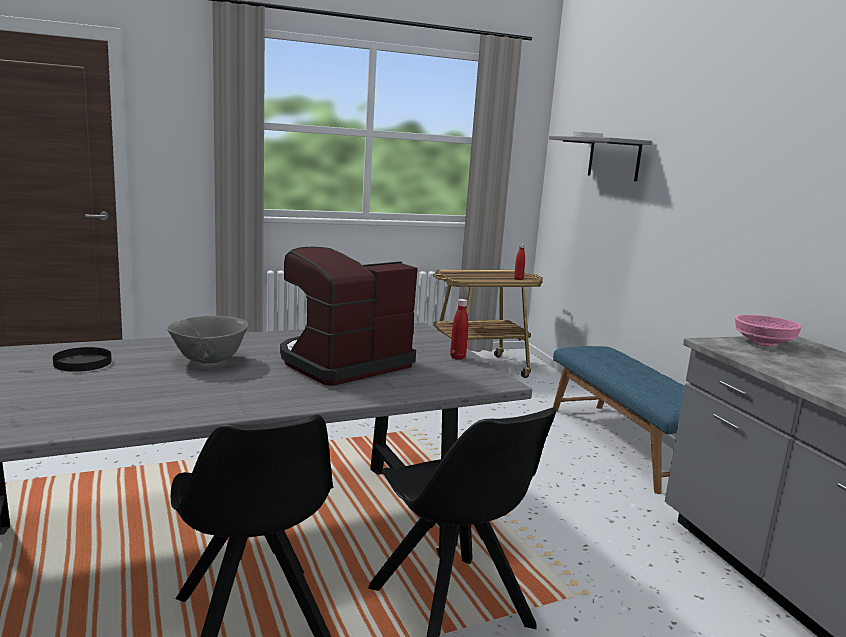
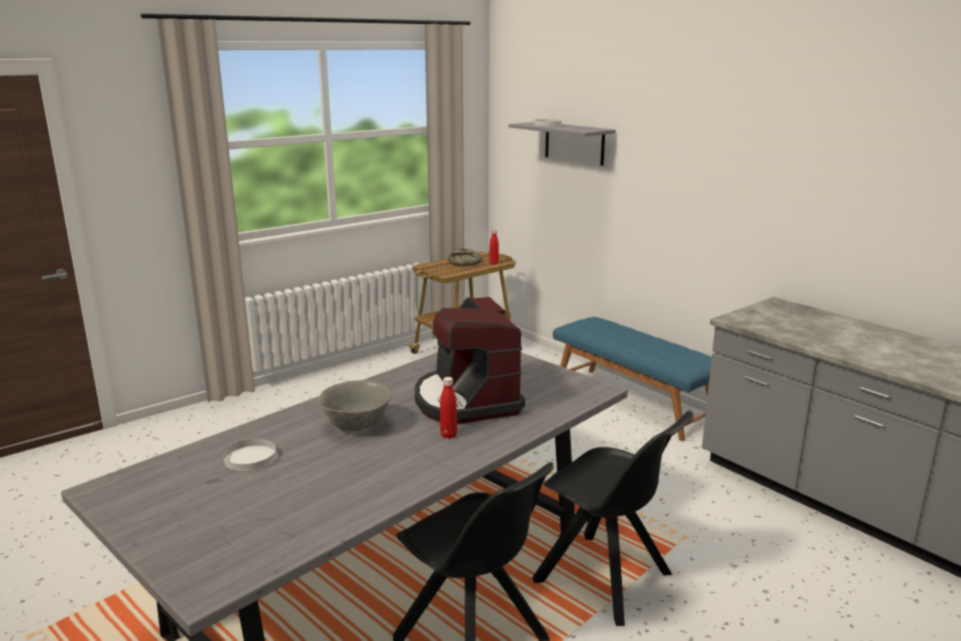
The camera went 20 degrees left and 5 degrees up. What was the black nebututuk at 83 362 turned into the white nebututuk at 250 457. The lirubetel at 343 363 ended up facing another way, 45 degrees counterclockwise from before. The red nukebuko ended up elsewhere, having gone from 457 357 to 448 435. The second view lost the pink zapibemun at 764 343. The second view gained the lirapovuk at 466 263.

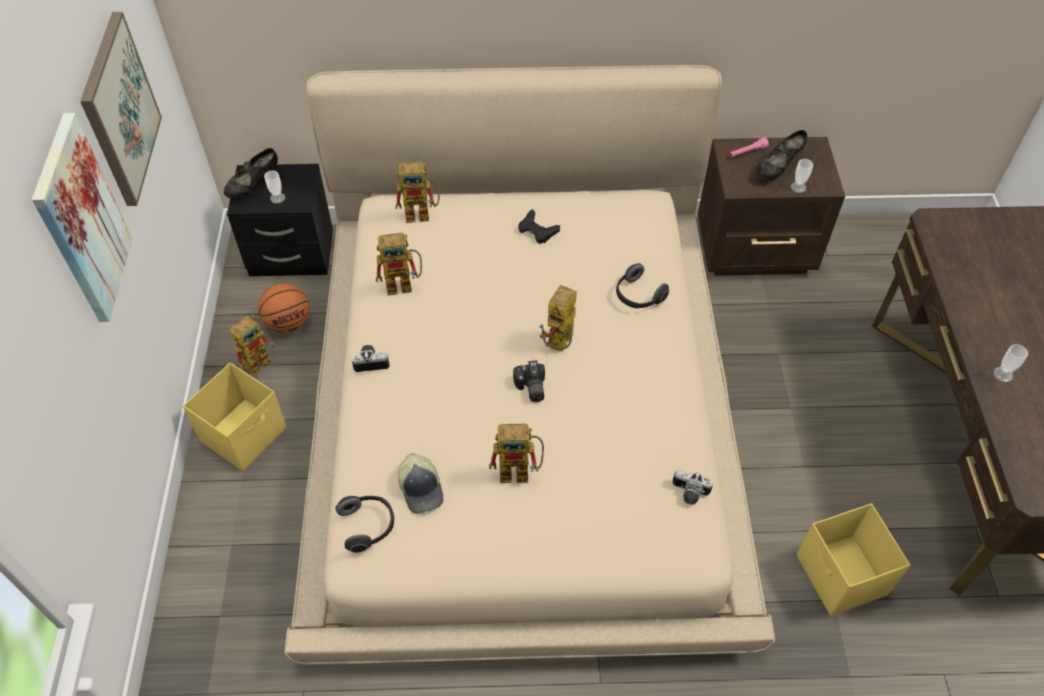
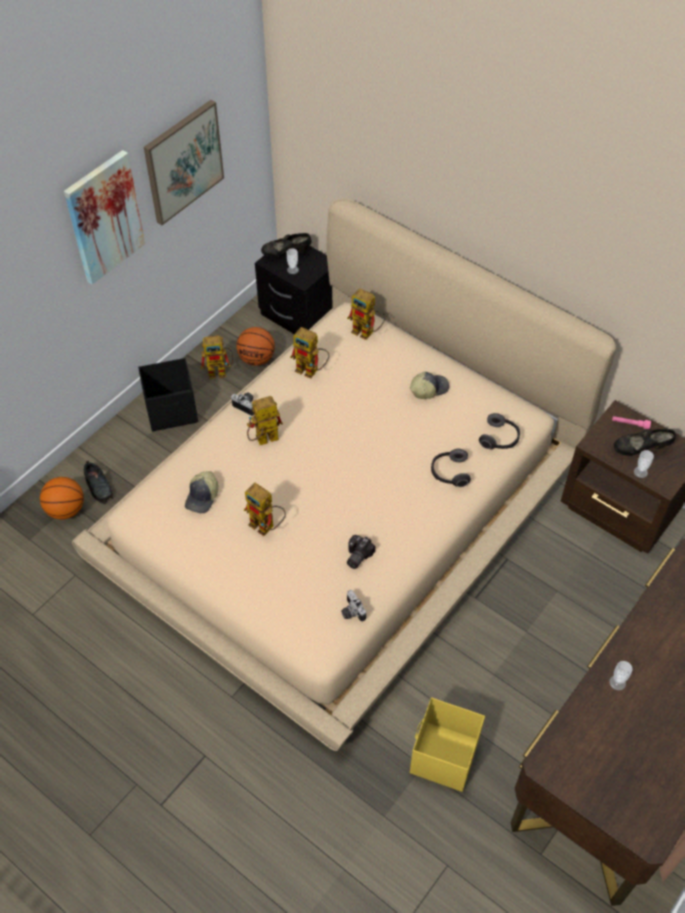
The camera went 40 degrees right and 0 degrees up. What was the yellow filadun at 245 434 turned into the black filadun at 172 411. The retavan ended up elsewhere, having gone from 368 526 to 500 439. The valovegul ended up elsewhere, having gone from 530 388 to 356 556. Where the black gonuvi stood at 537 230, the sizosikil came to stand at 428 388. The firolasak ended up elsewhere, having gone from 559 346 to 263 441. The second view gained the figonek at 66 509. The second view gained the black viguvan at 98 485.

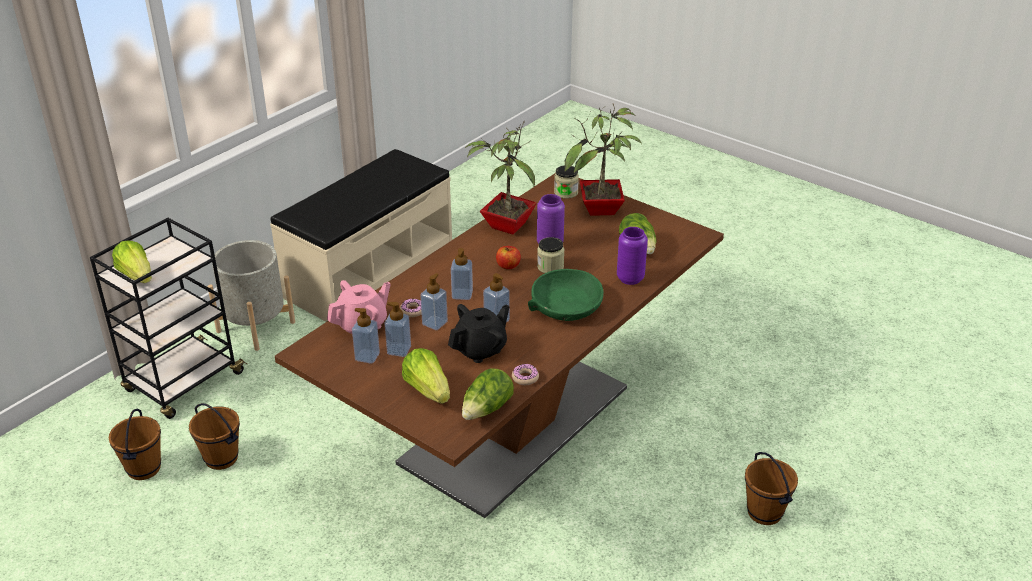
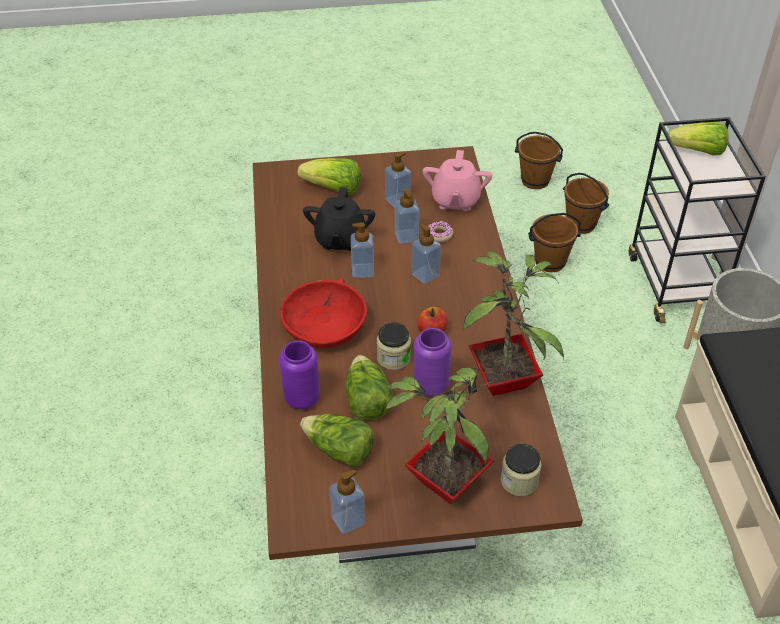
The camera went 135 degrees right and 10 degrees up. The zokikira ended up elsewhere, having gone from 367 356 to 348 520. The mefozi ended up elsewhere, having gone from 487 409 to 366 400. The second view lost the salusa at 525 378. What was the green zapibemun at 566 306 turned into the red zapibemun at 324 324. The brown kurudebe ended up elsewhere, having gone from 765 512 to 535 181.

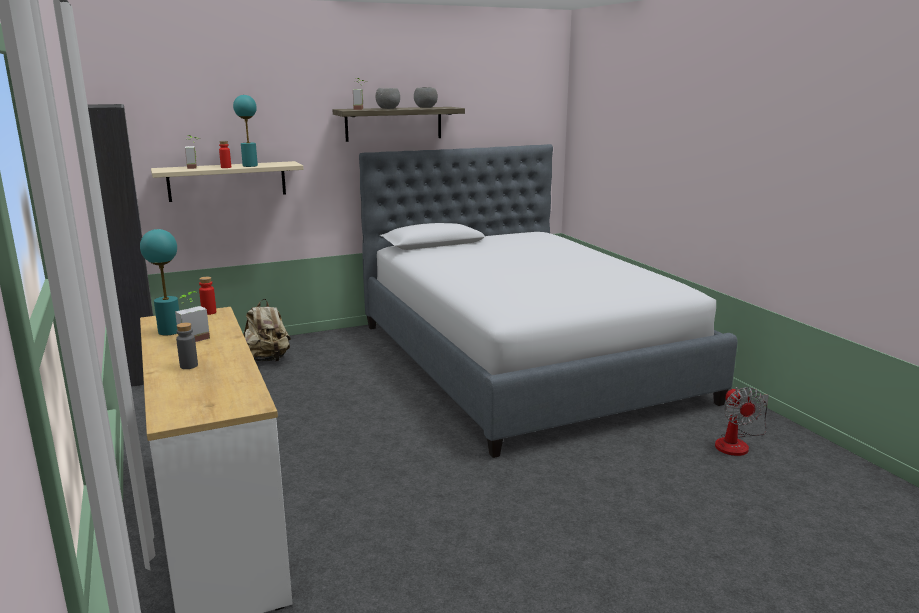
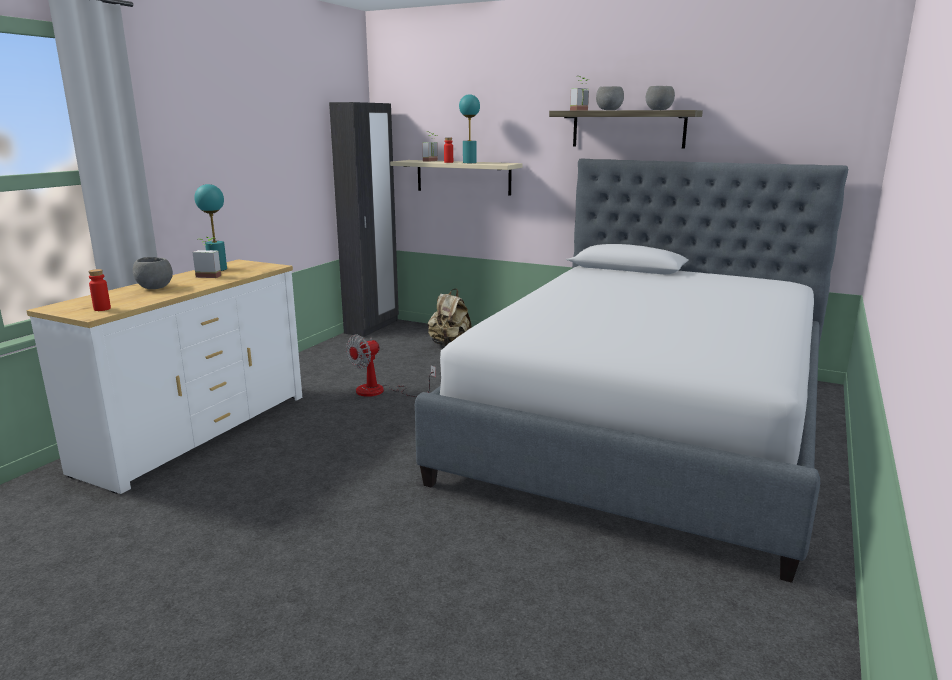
The camera went 50 degrees right and 0 degrees up. Where the grey nukebuko stood at 189 366, the grey zapibemun came to stand at 154 287. The red nukebuko ended up elsewhere, having gone from 209 312 to 102 309. The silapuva ended up elsewhere, having gone from 737 443 to 380 391.

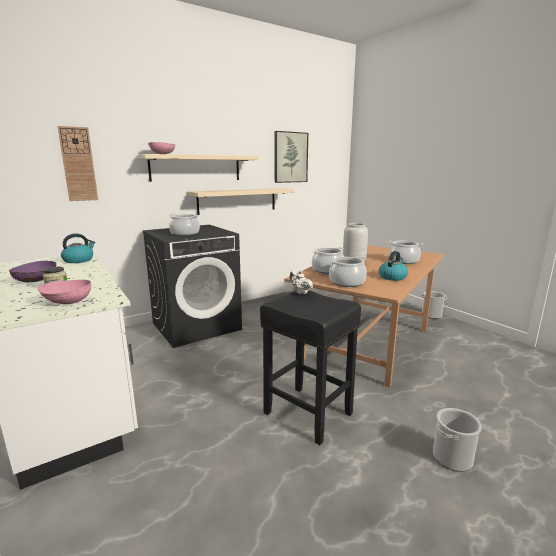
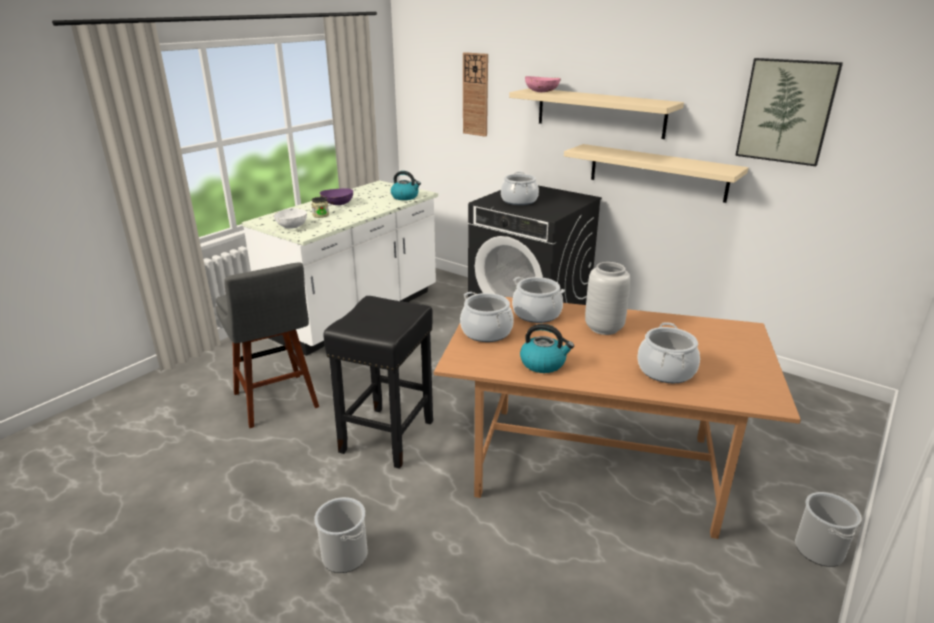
The camera went 70 degrees right and 10 degrees up. What was the pink zapibemun at 67 303 turned into the white zapibemun at 291 227. The second view lost the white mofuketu at 299 293. The second view gained the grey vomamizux at 277 402.

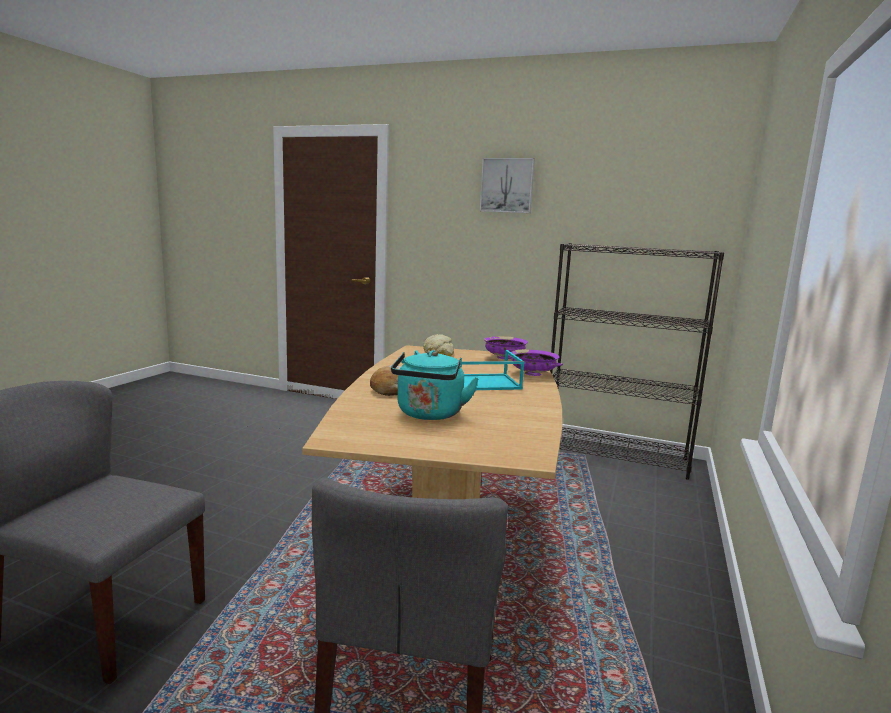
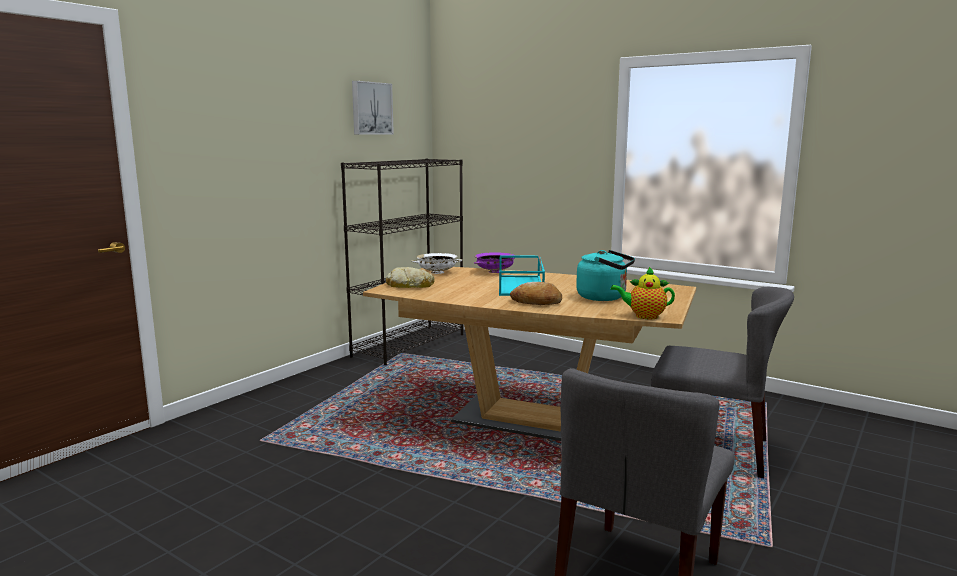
The camera went 75 degrees left and 0 degrees up. The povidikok ended up elsewhere, having gone from 507 185 to 371 108. What was the purple zapibemun at 504 357 turned into the white zapibemun at 436 272. The second view gained the mofuketu at 644 316.

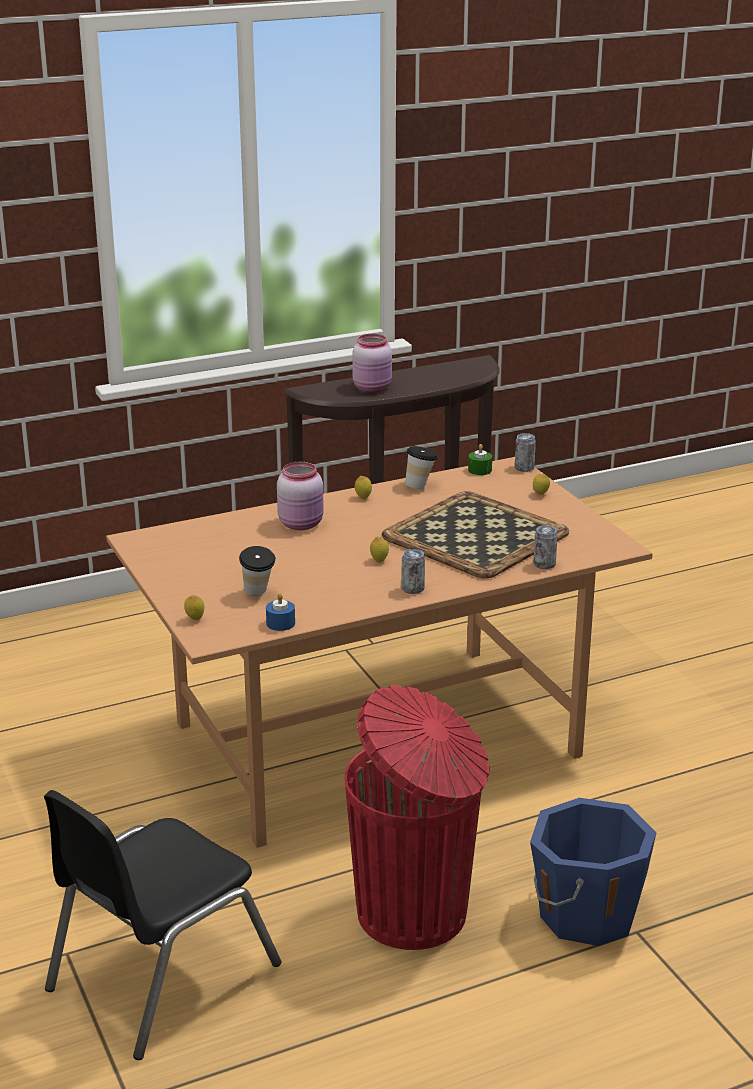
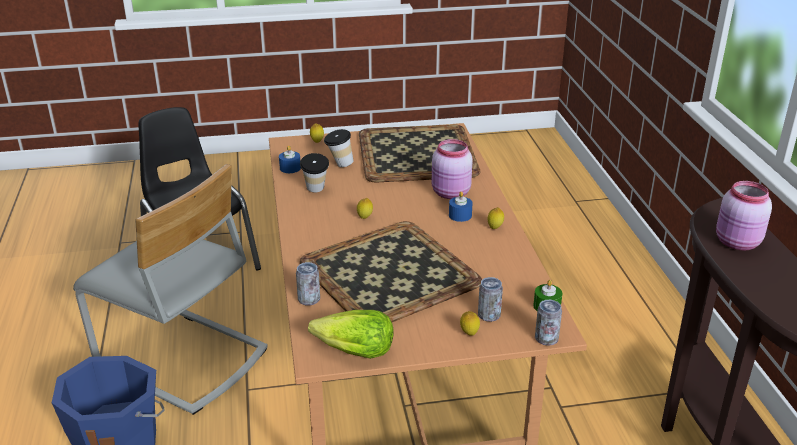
The camera went 105 degrees right and 5 degrees up. Where the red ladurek stood at 415 913, the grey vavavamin came to stand at 181 359. The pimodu ended up elsewhere, having gone from 413 589 to 489 315. The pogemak ended up elsewhere, having gone from 420 486 to 316 191. The second view gained the mefozi at 355 351. The second view gained the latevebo at 418 153. The second view gained the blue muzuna at 460 215.

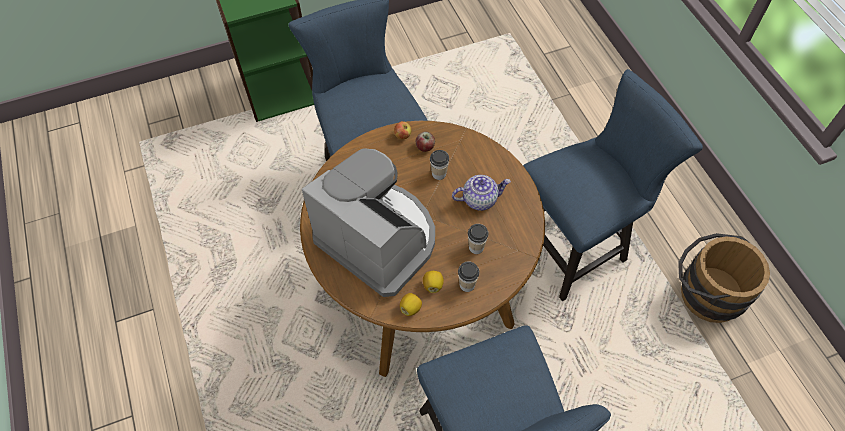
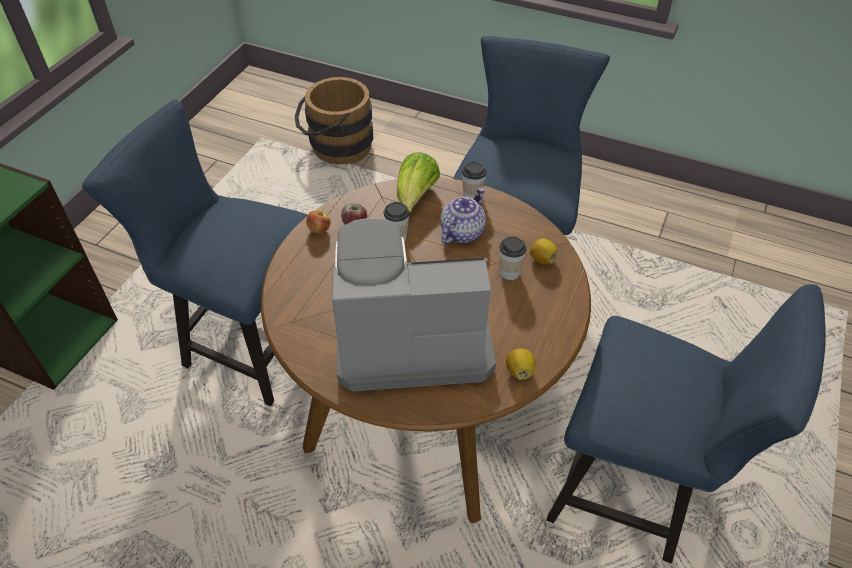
The camera went 45 degrees left and 10 degrees down. The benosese ended up elsewhere, having gone from 433 285 to 542 259. The pogemak ended up elsewhere, having gone from 467 284 to 472 196. The brown kurudebe ended up elsewhere, having gone from 704 292 to 336 147. The second view gained the mefozi at 416 197.

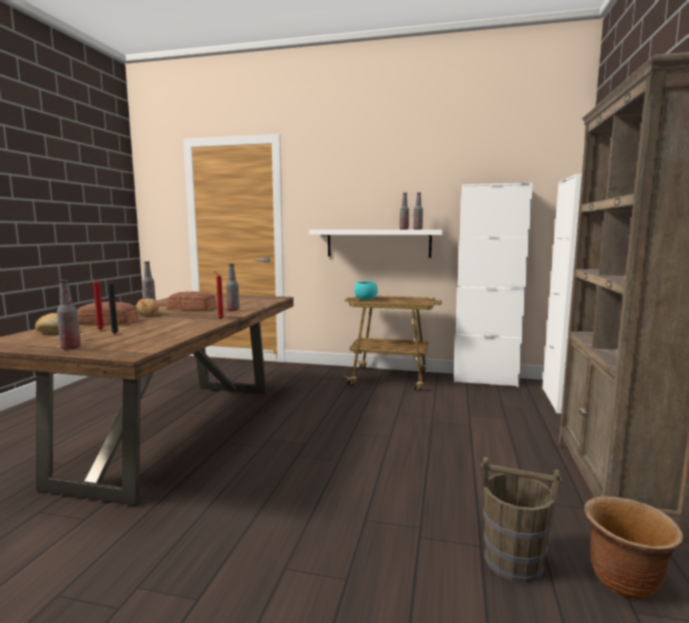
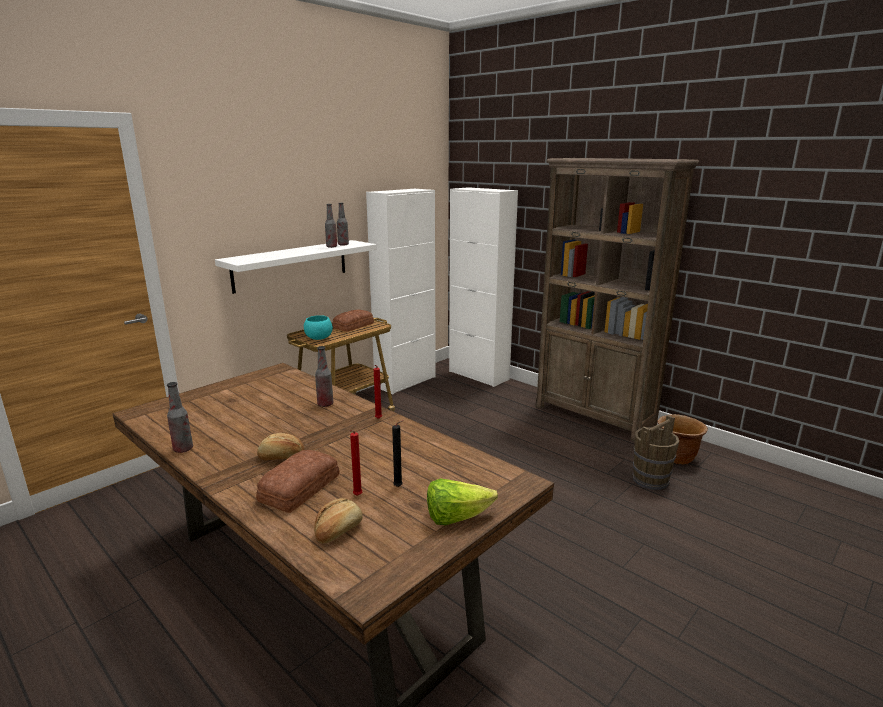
The camera went 60 degrees left and 10 degrees up. Where the nukebuko stood at 70 347, the mefozi came to stand at 456 517. The lirapovuk ended up elsewhere, having gone from 192 308 to 354 326.

